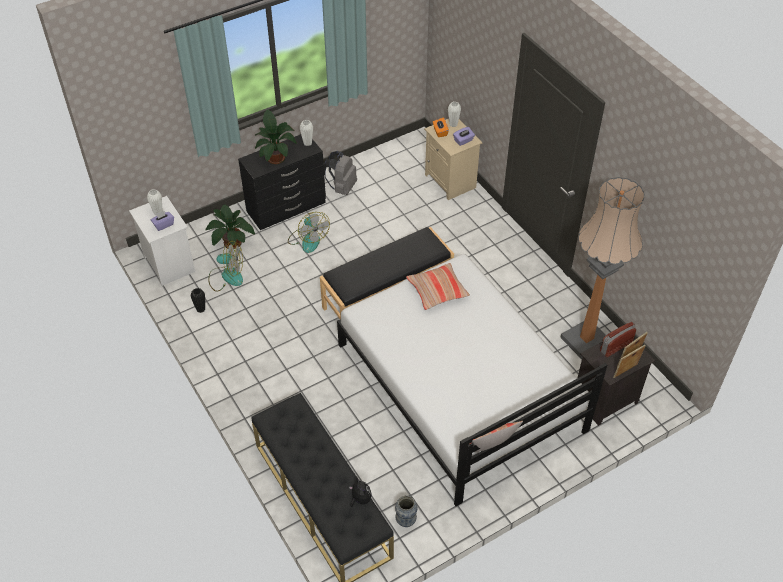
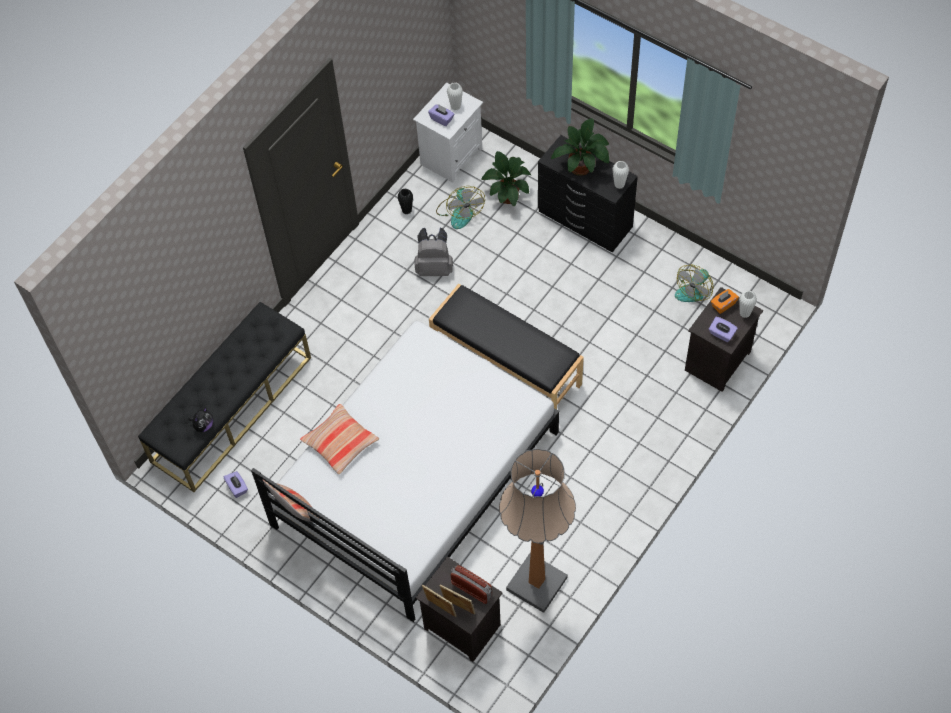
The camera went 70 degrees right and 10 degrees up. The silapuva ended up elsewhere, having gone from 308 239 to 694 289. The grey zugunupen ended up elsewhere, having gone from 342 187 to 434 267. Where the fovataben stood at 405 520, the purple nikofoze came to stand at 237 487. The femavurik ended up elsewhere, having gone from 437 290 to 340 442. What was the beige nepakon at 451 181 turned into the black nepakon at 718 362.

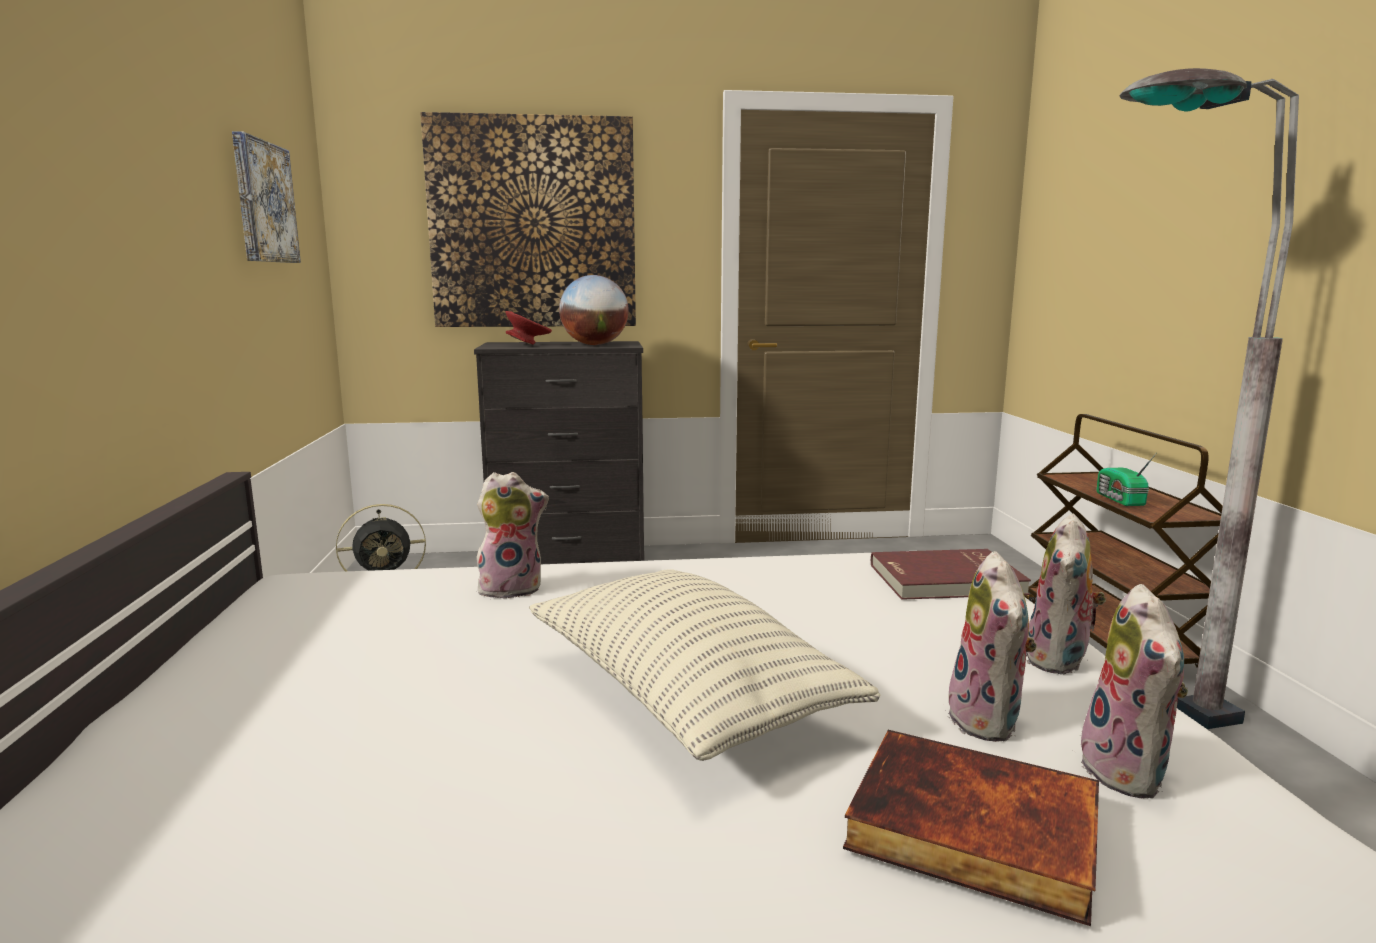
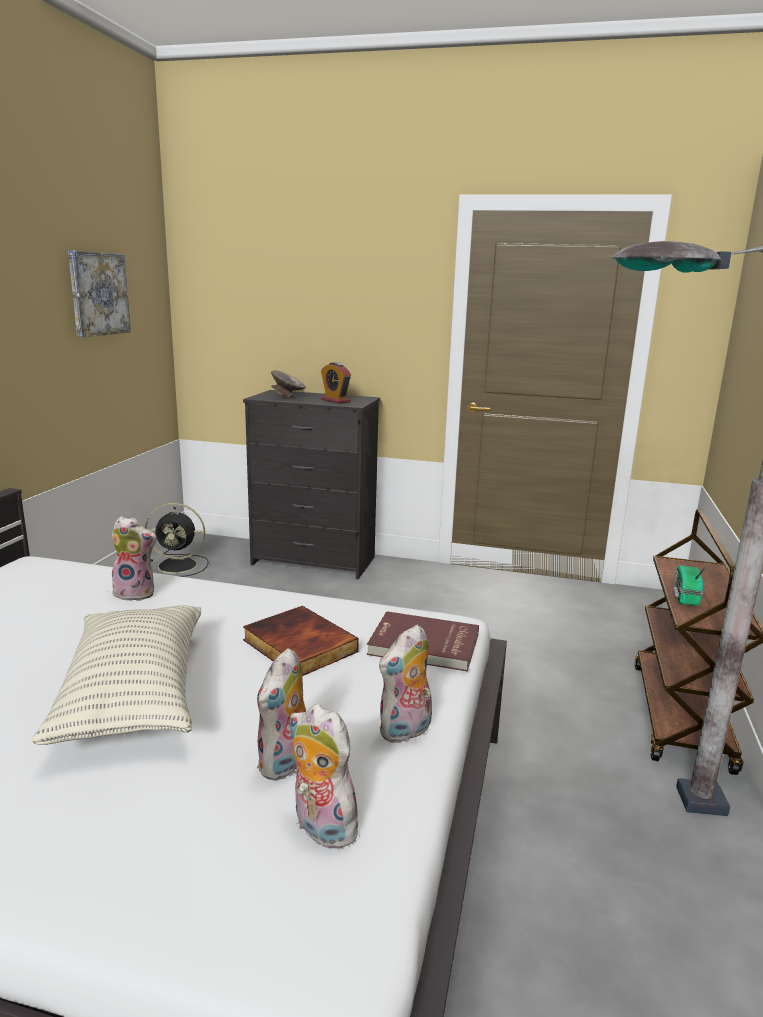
The camera went 20 degrees right and 5 degrees up. The second view lost the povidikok at 533 223. What was the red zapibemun at 529 345 turned into the grey zapibemun at 288 397. Where the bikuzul stood at 595 345, the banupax came to stand at 335 400. The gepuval ended up elsewhere, having gone from 970 832 to 297 646. The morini at 1130 774 ended up facing another way, 105 degrees clockwise from before.

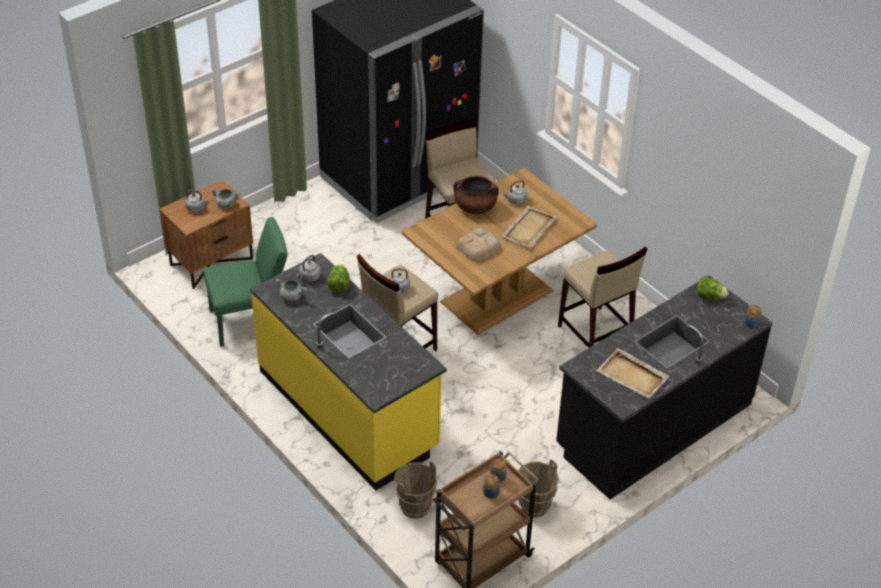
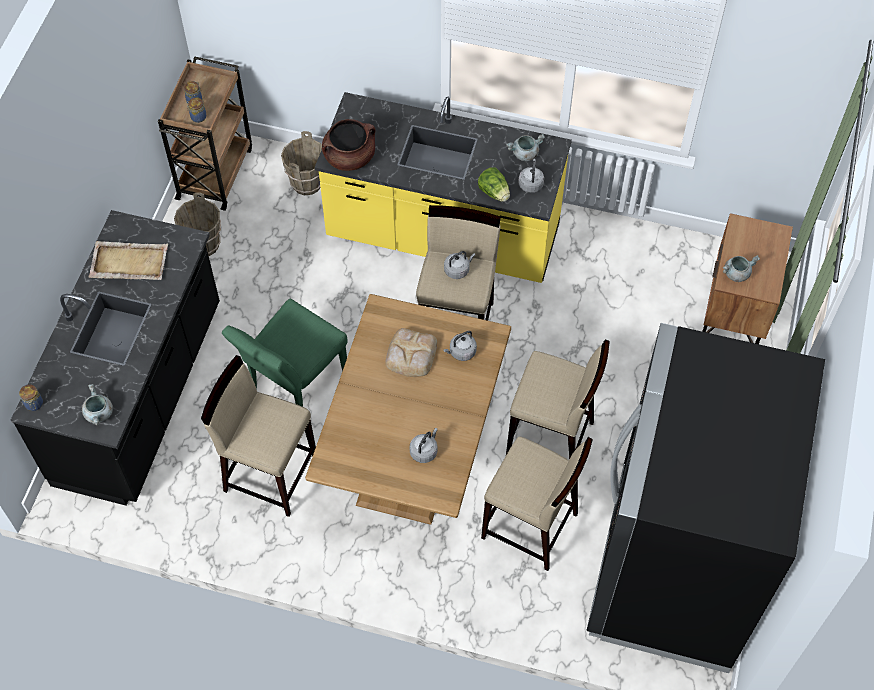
The camera went 145 degrees right and 15 degrees up. The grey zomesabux ended up elsewhere, having gone from 197 208 to 461 352. The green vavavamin ended up elsewhere, having gone from 251 320 to 293 385. The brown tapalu ended up elsewhere, having gone from 475 207 to 349 157. The second view lost the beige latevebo at 528 229. Where the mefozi stood at 709 296, the grey tapalu came to stand at 99 414. The second view gained the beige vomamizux at 550 440.

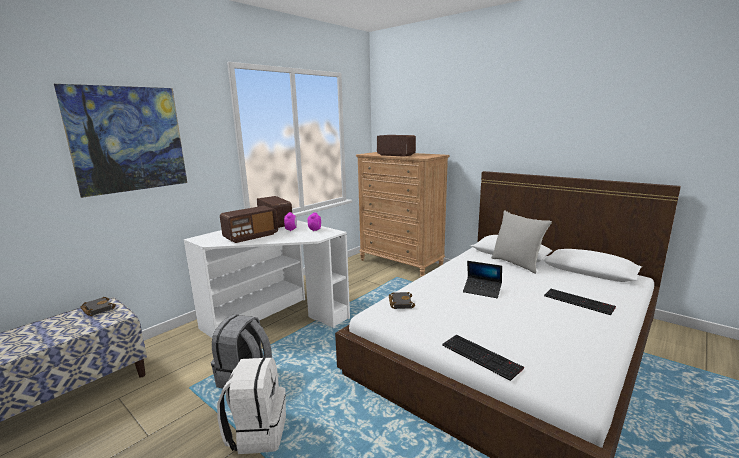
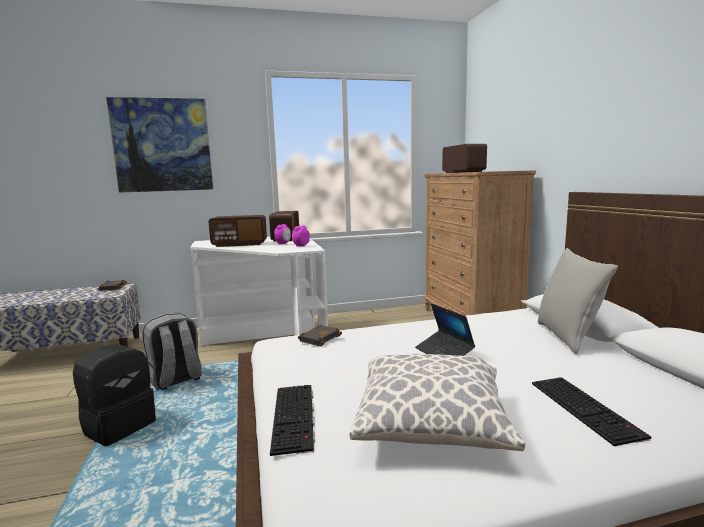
The camera went 35 degrees right and 5 degrees down. What was the white zugunupen at 257 432 turned into the black zugunupen at 119 426. The second view gained the femavurik at 432 426.

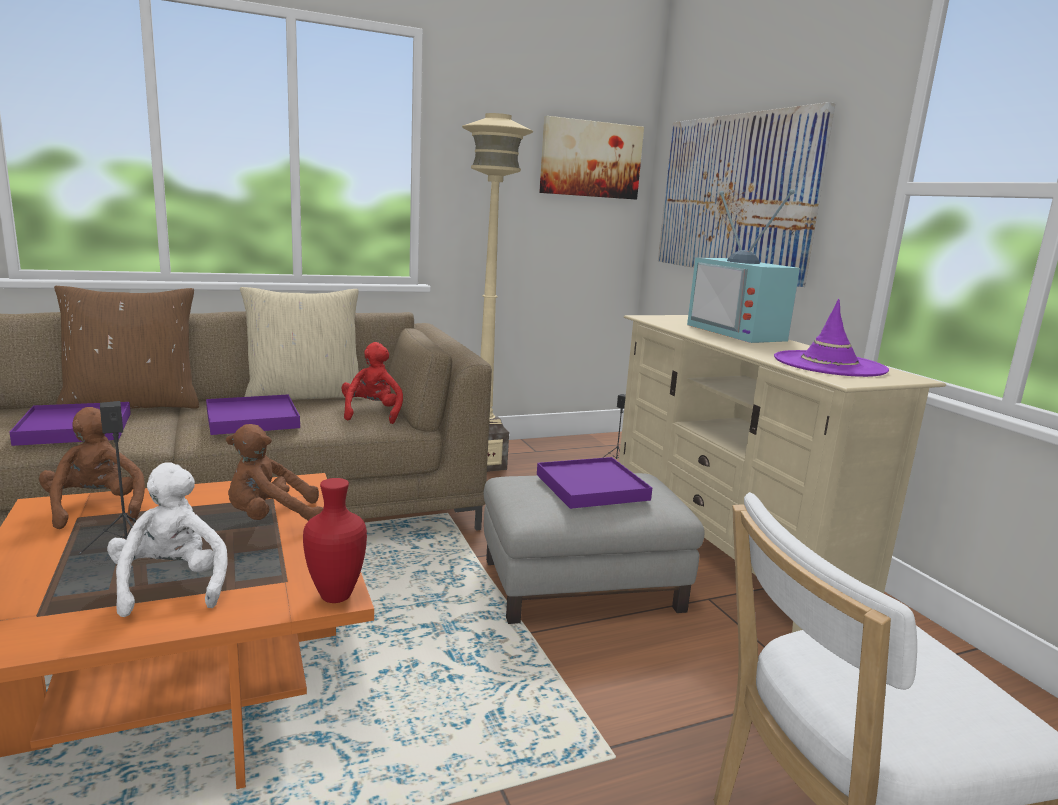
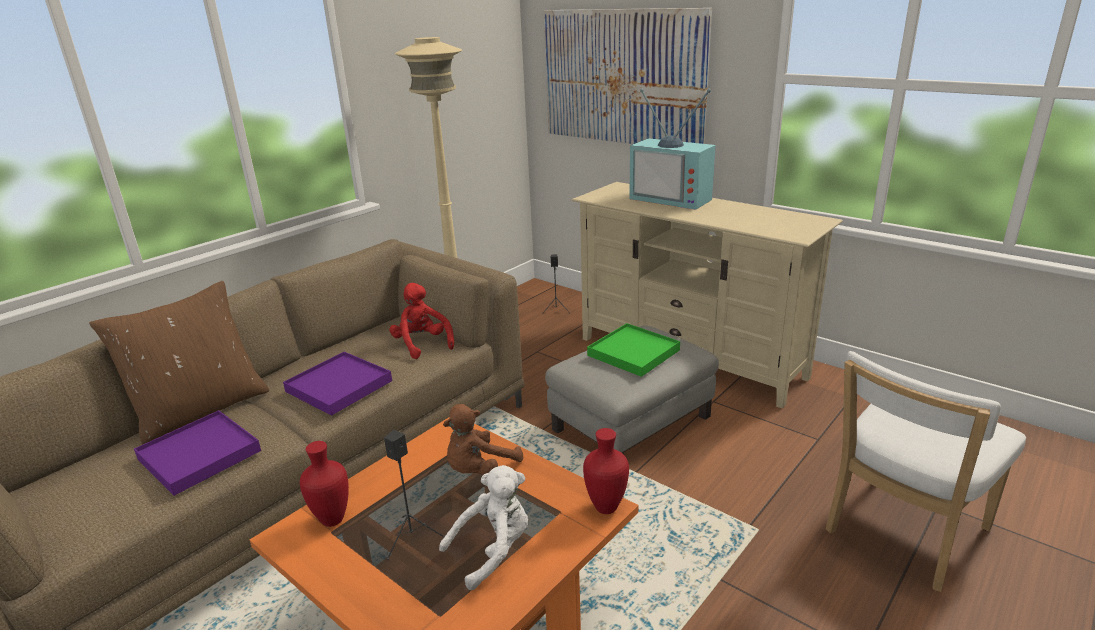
The camera went 25 degrees left and 10 degrees up. Where the brown morini stood at 96 509, the red fovataben came to stand at 333 519. The white morini at 171 585 ended up facing another way, 105 degrees clockwise from before. The second view lost the beige femavurik at 305 396. What was the purple latevebo at 592 487 turned into the green latevebo at 634 353. The second view lost the povidikok at 590 159. The second view lost the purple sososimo at 829 364.

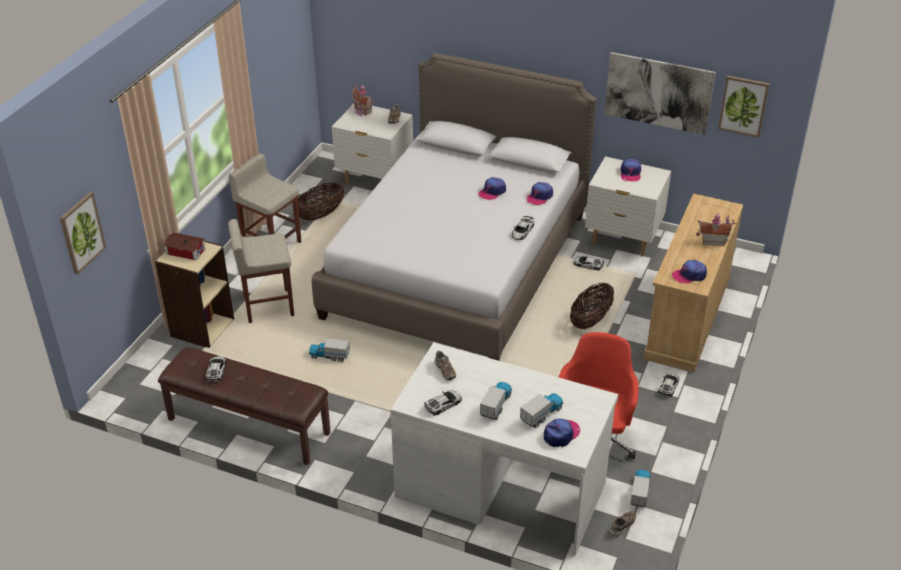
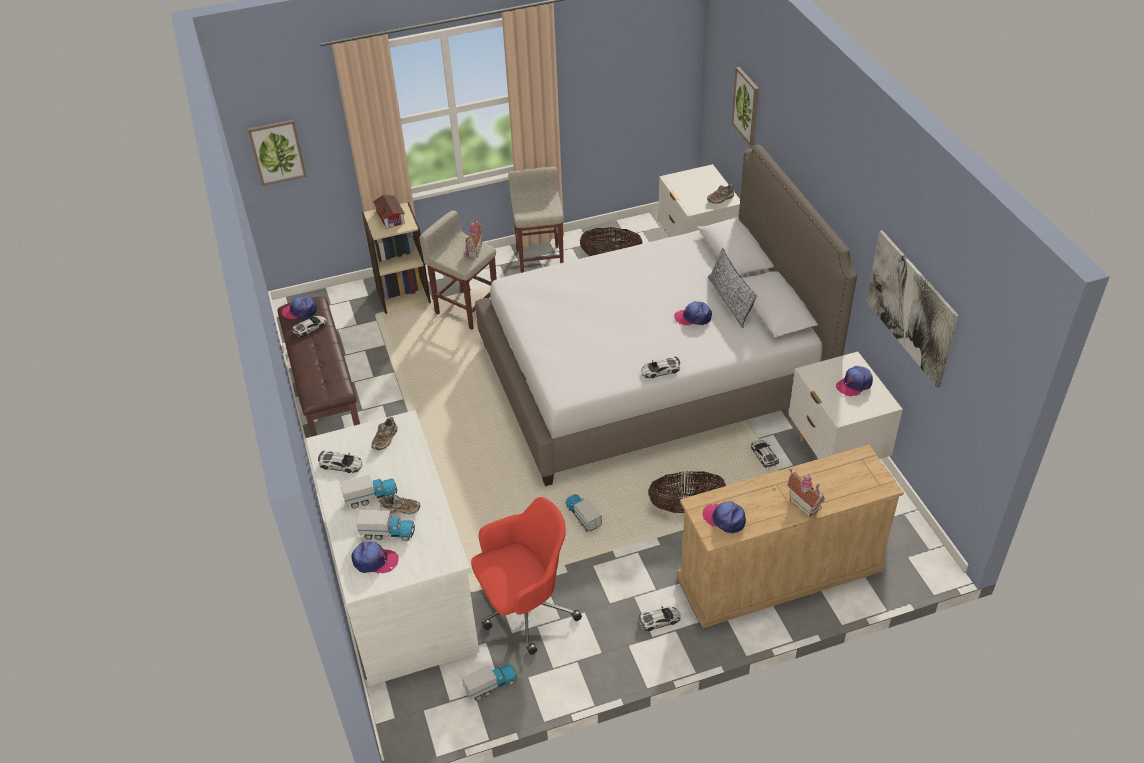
The camera went 50 degrees right and 5 degrees up. The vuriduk ended up elsewhere, having gone from 329 356 to 583 517. The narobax ended up elsewhere, having gone from 362 111 to 473 251. The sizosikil ended up elsewhere, having gone from 539 197 to 300 311. The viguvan ended up elsewhere, having gone from 622 526 to 400 509. The povidikok ended up elsewhere, having gone from 743 105 to 746 106. The second view gained the femavurik at 730 301.

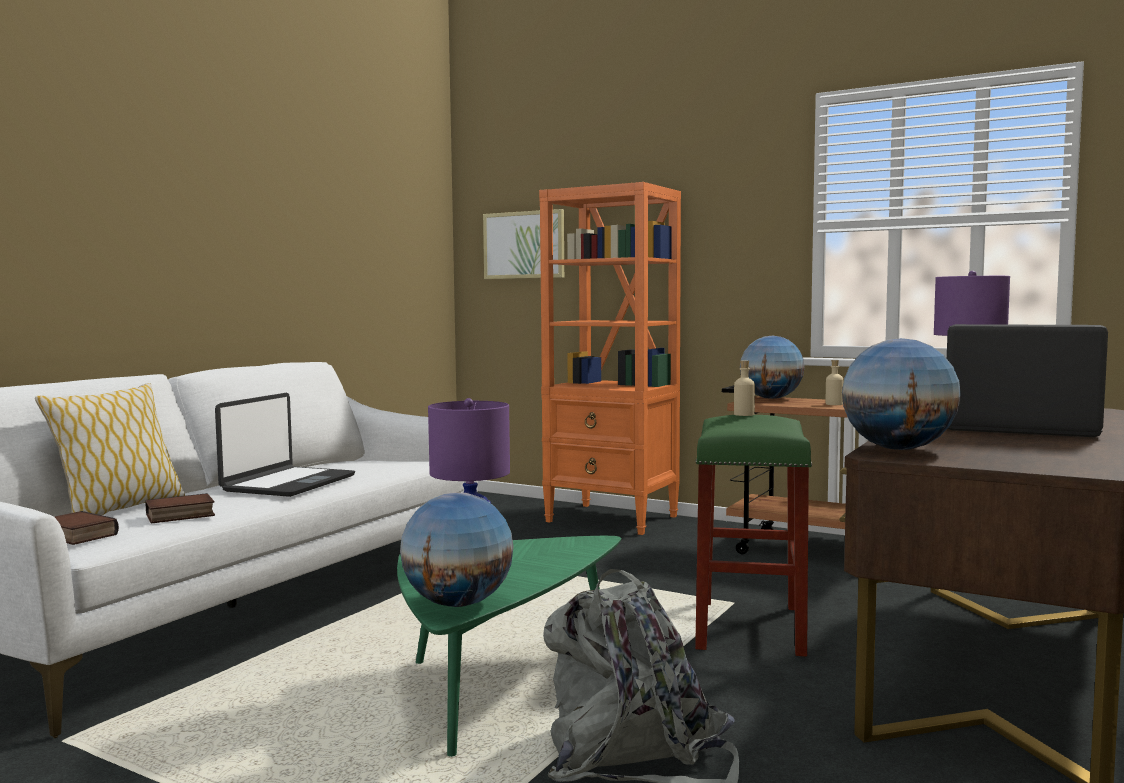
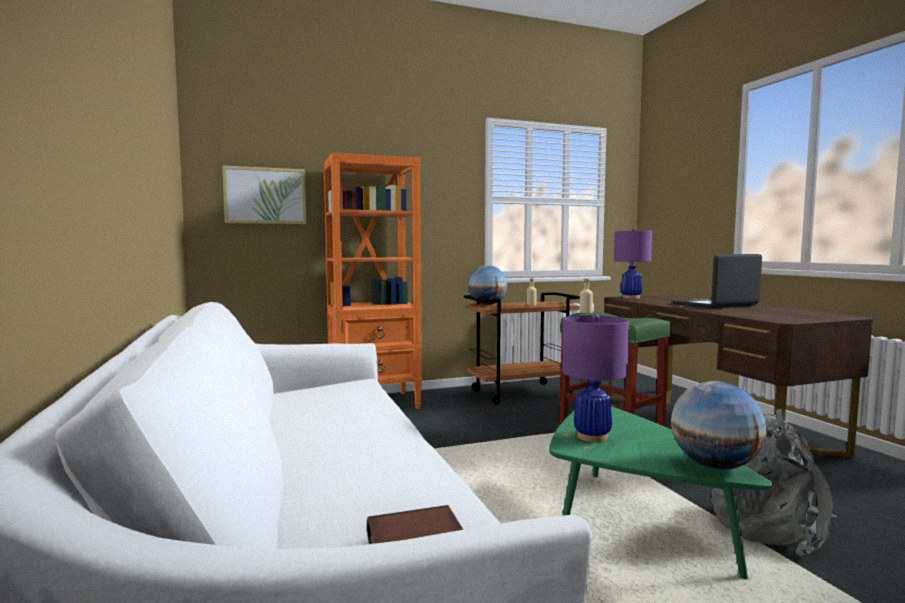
The camera went 50 degrees left and 0 degrees up. The second view lost the femavurik at 119 509. The second view lost the gepuval at 179 515. The second view lost the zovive at 288 483. The second view lost the bikuzul at 898 449.

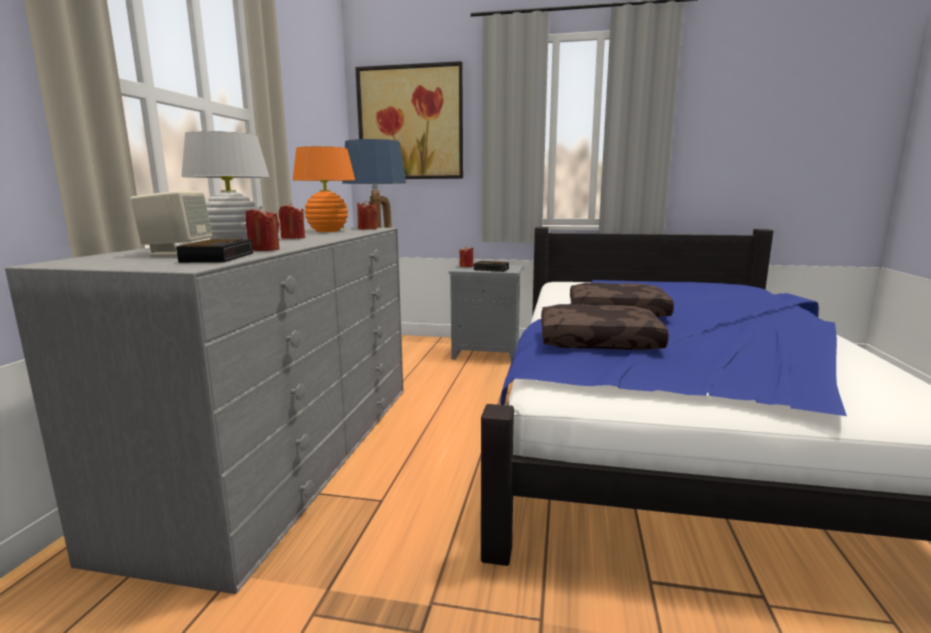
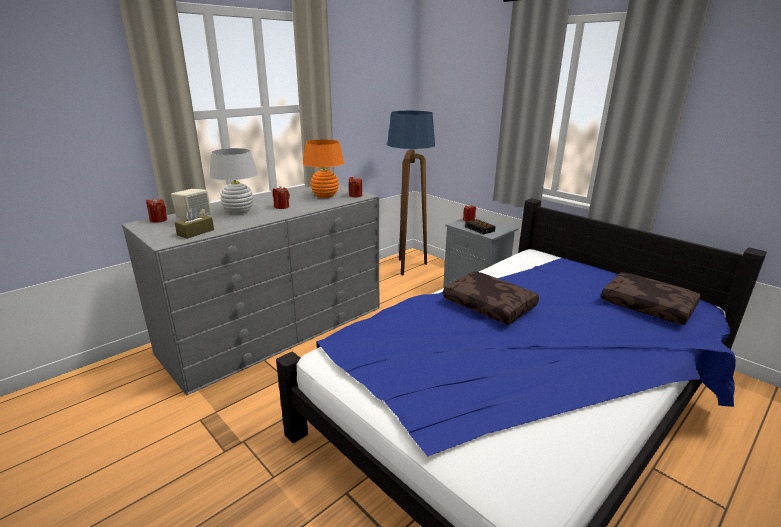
The camera went 35 degrees right and 10 degrees up. Where the banupax stood at 219 257, the brown nikofoze came to stand at 195 232. The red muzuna ended up elsewhere, having gone from 264 249 to 158 220. The second view lost the povidikok at 410 123. The brown femavurik ended up elsewhere, having gone from 599 341 to 648 306.

